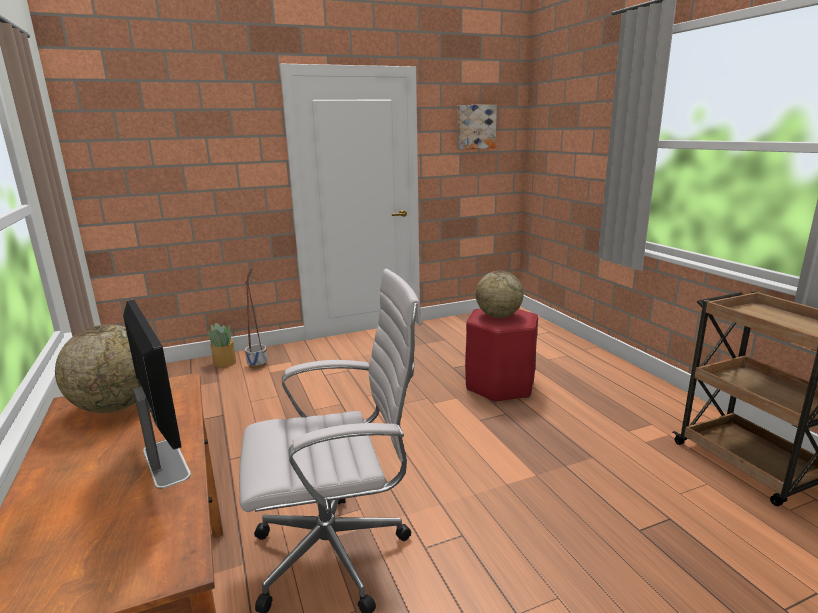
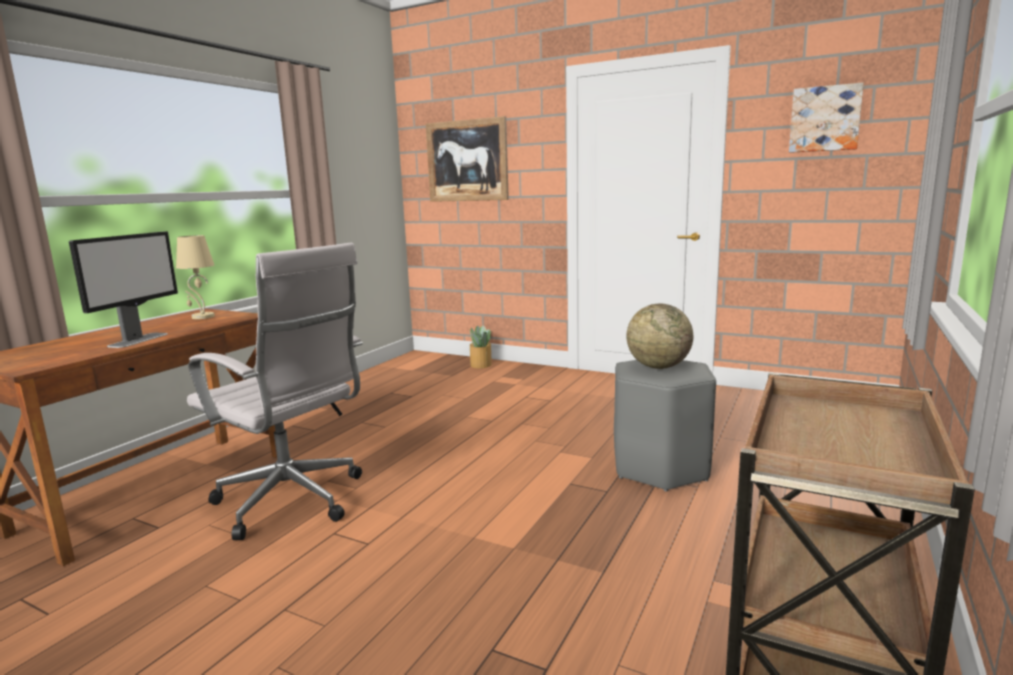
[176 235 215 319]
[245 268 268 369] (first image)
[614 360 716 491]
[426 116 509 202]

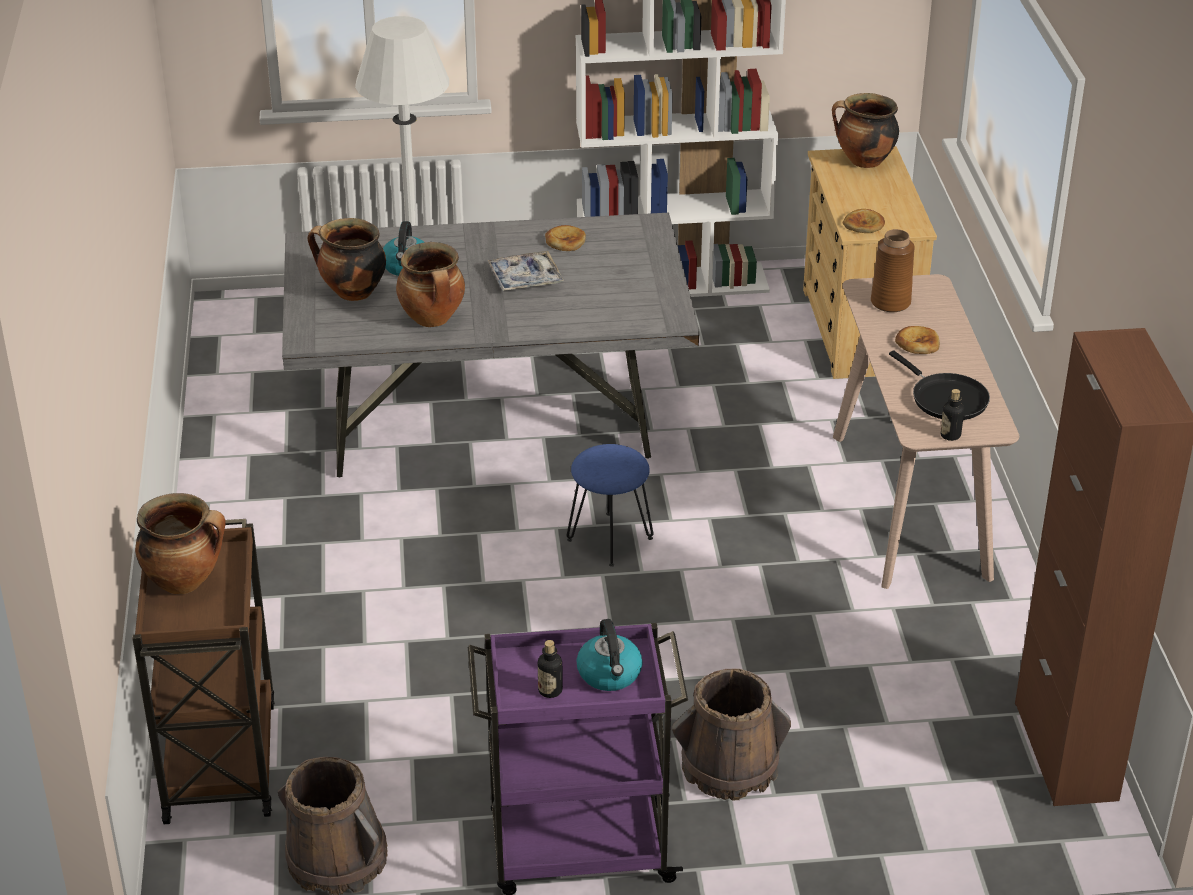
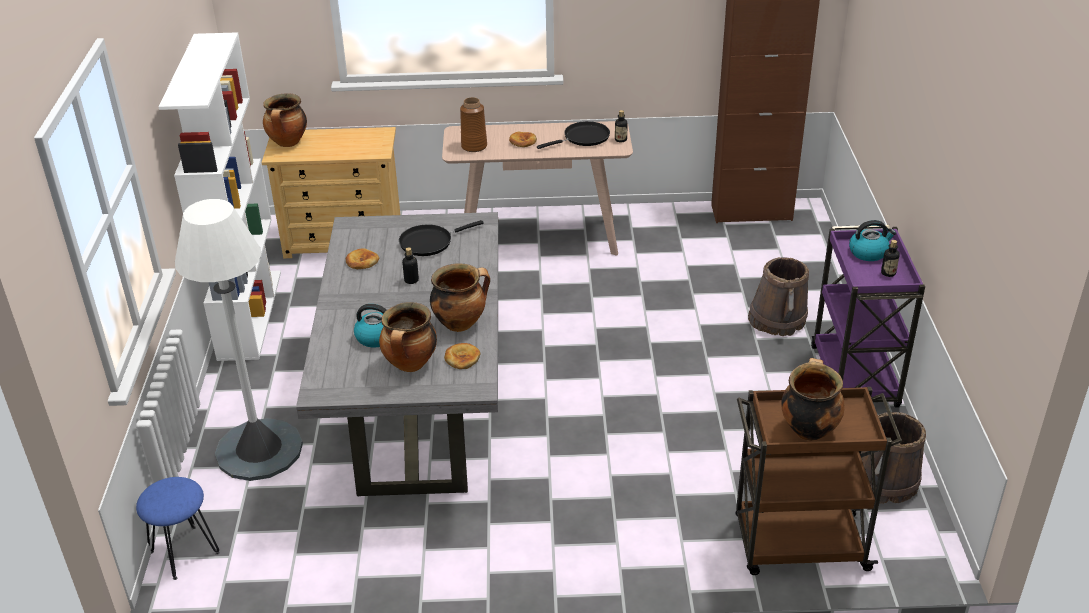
[402 247 419 284]
[136 477 220 580]
[444 343 480 369]
[399 220 484 256]

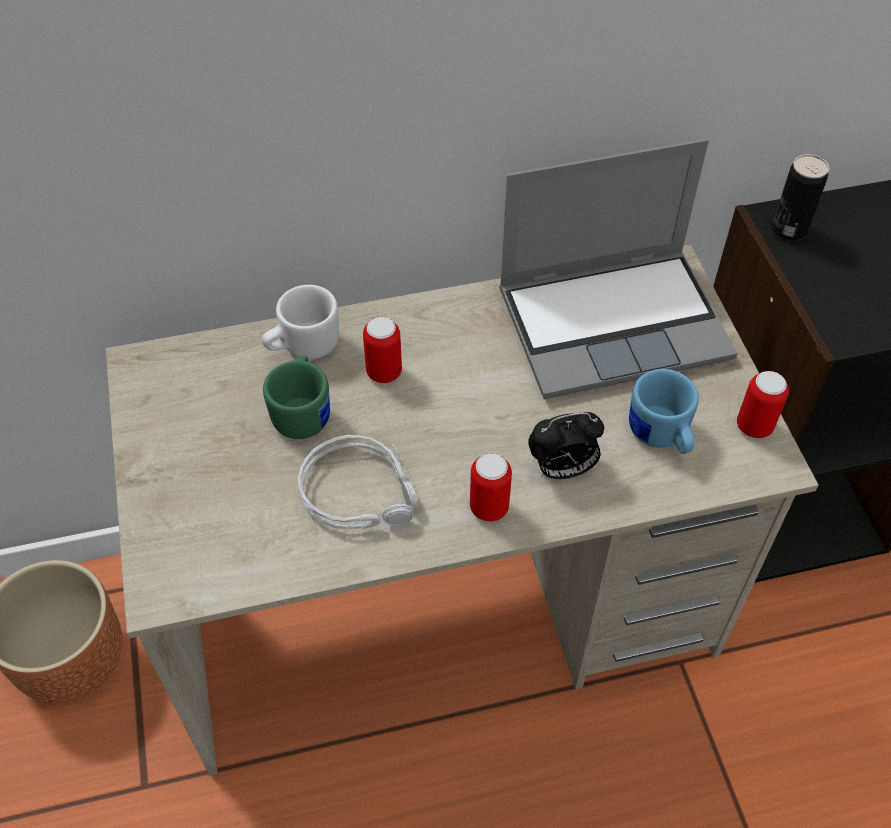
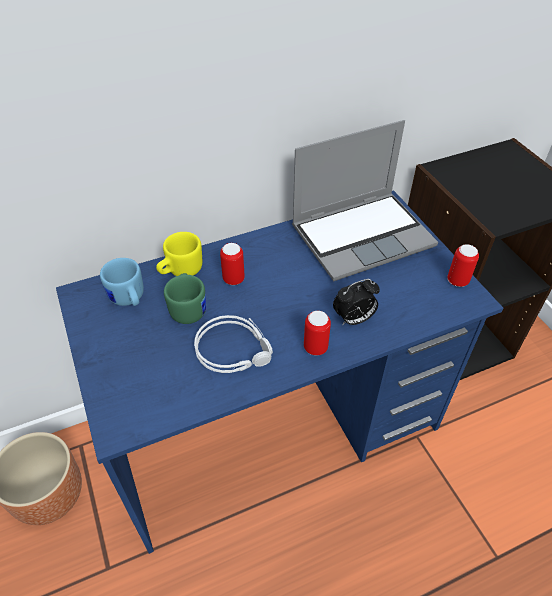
[56 190 503 554]
[156 232 202 276]
[100 258 144 306]
[772 154 829 241] (first image)

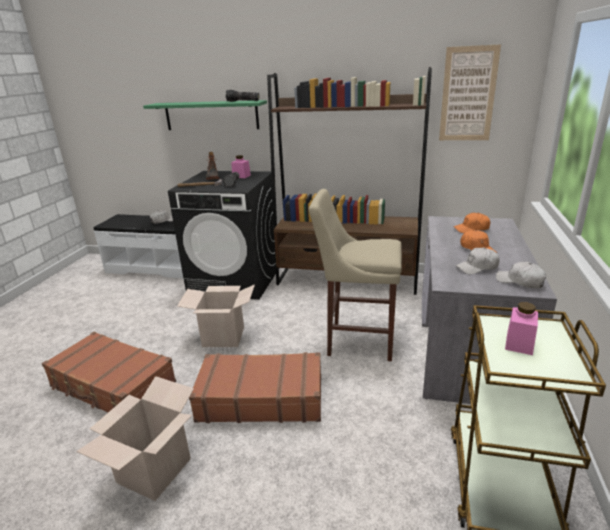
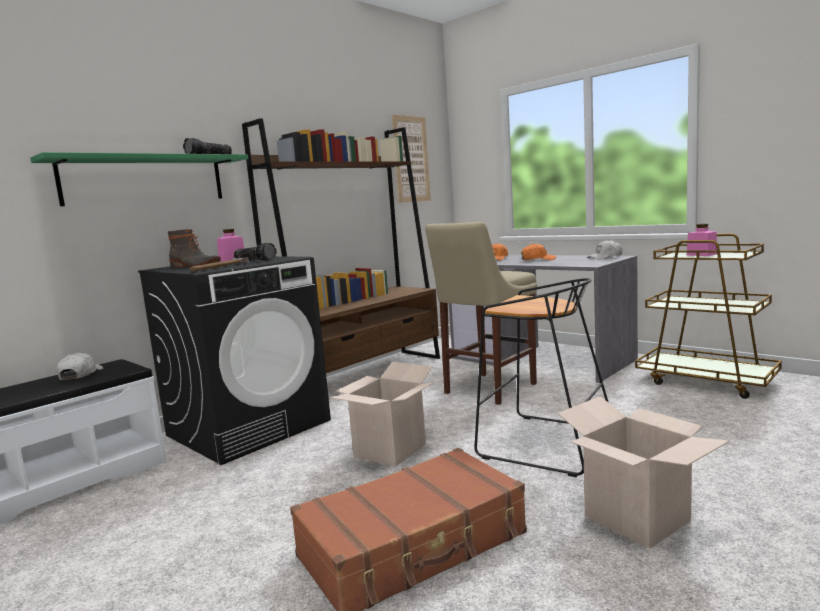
[474 278 609 477]
[456 248 500 274] (first image)

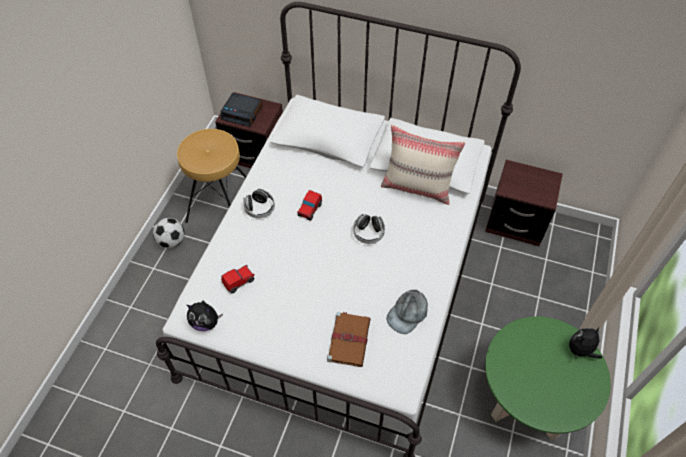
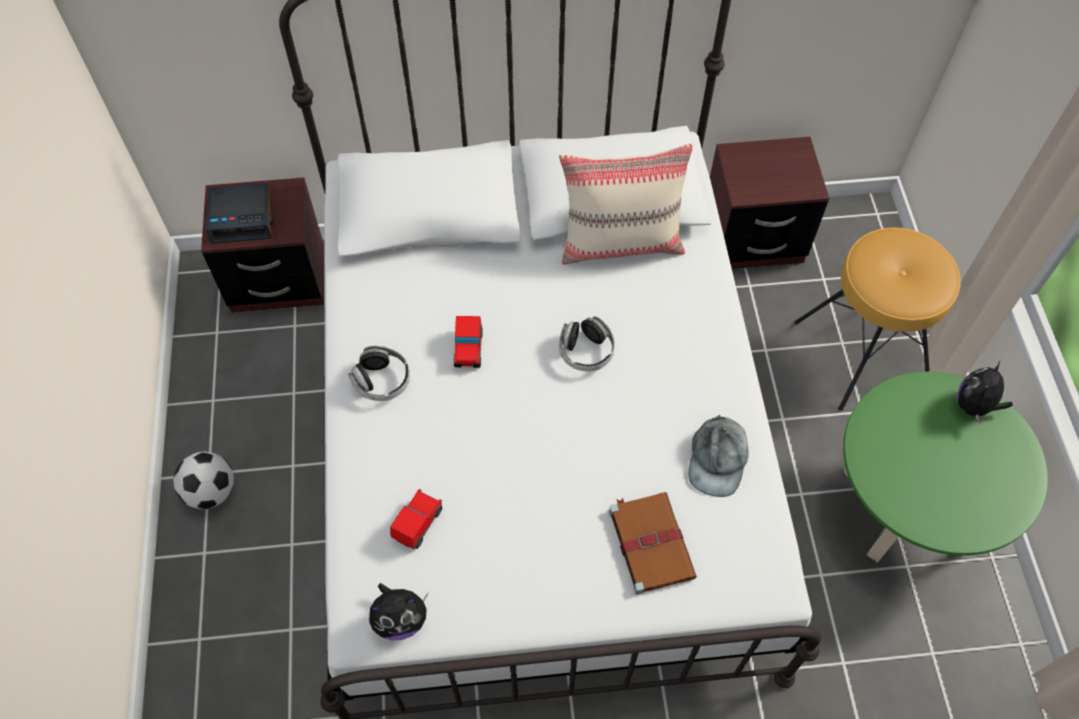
[795 228 961 411]

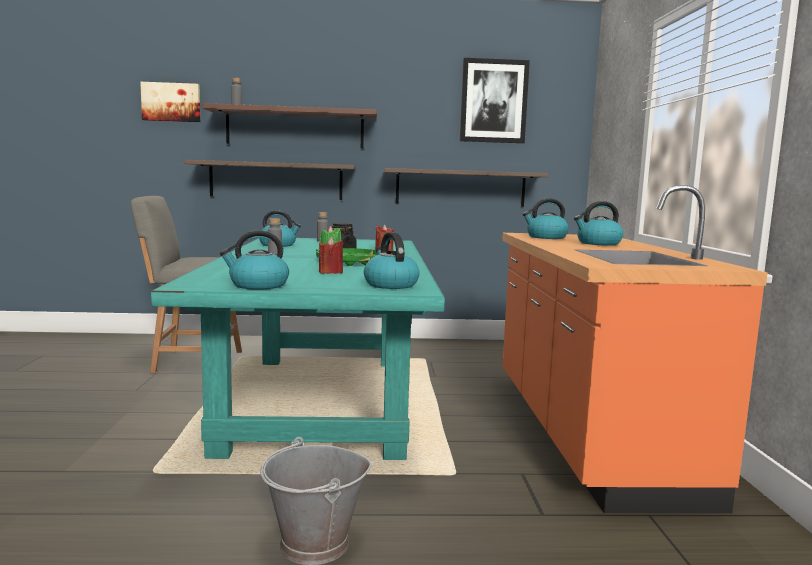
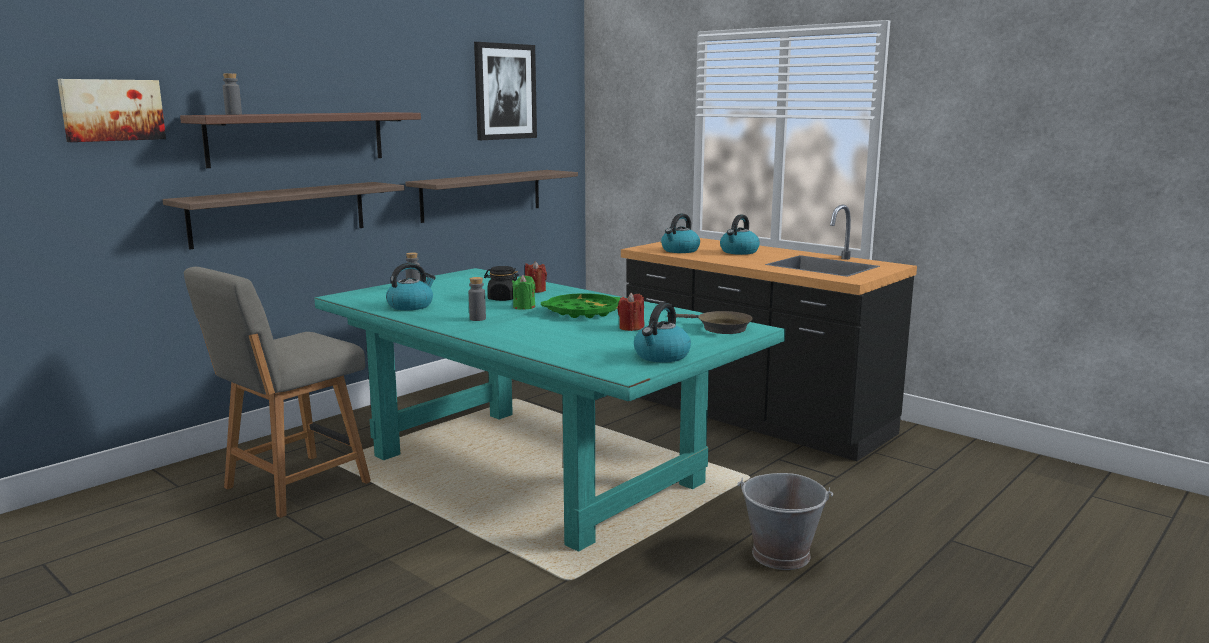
[667 311 753 334]
[621 204 917 461]

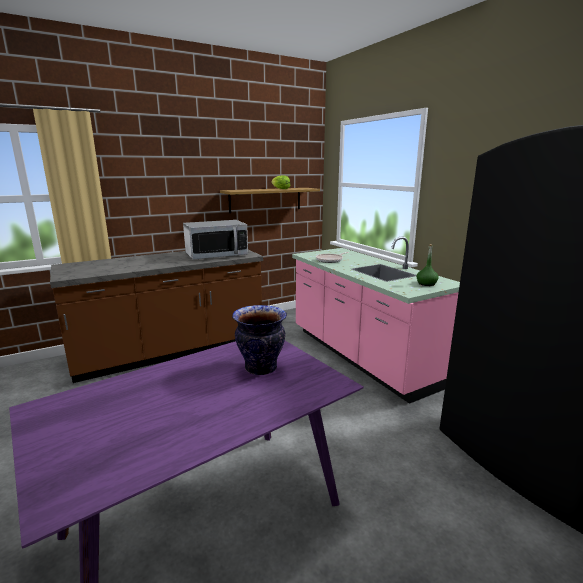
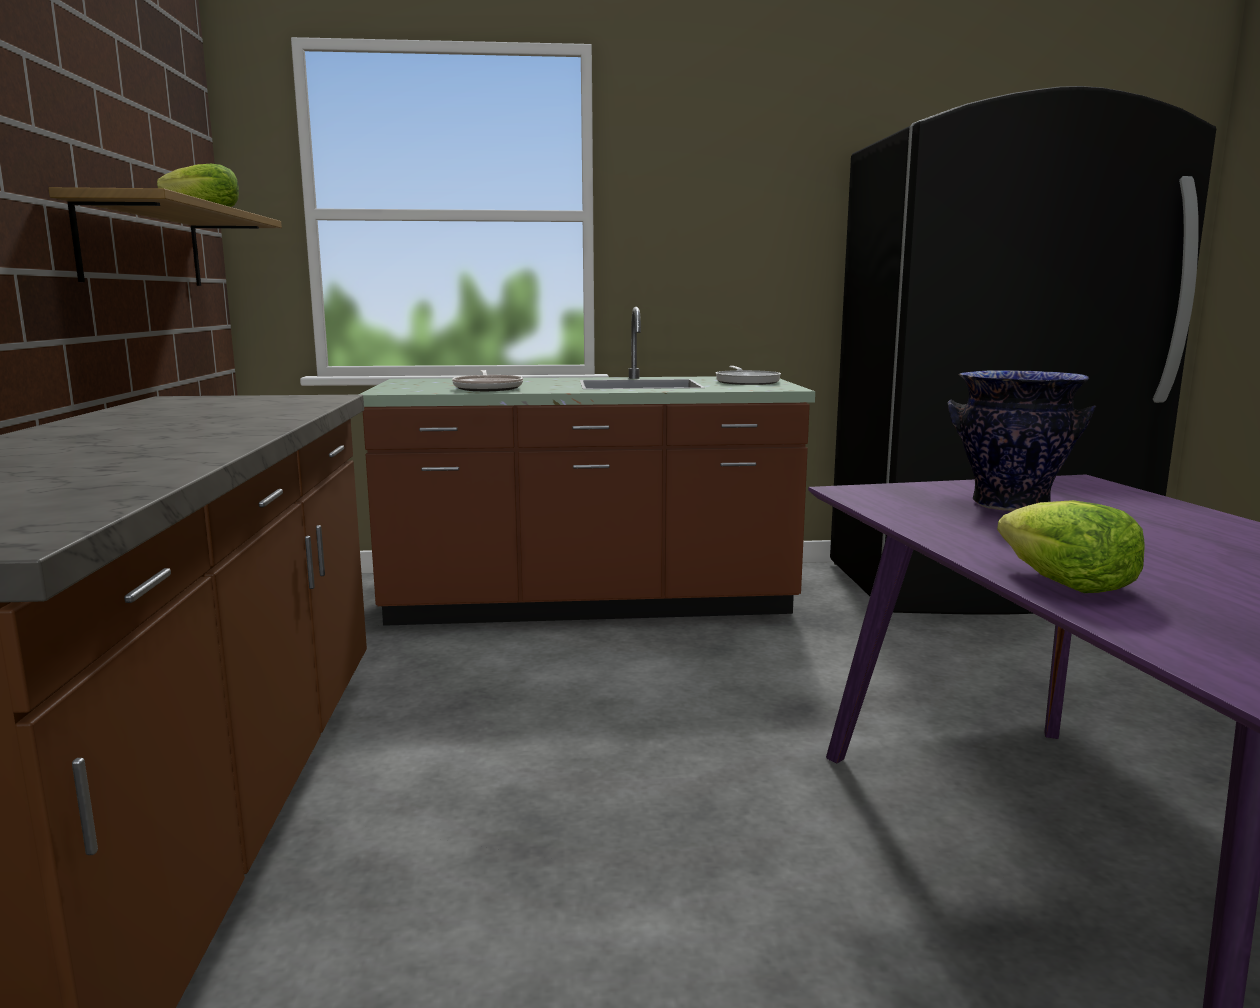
[183 220 248 260] (first image)
[358 307 815 626]
[715 366 781 385]
[997 500 1145 593]

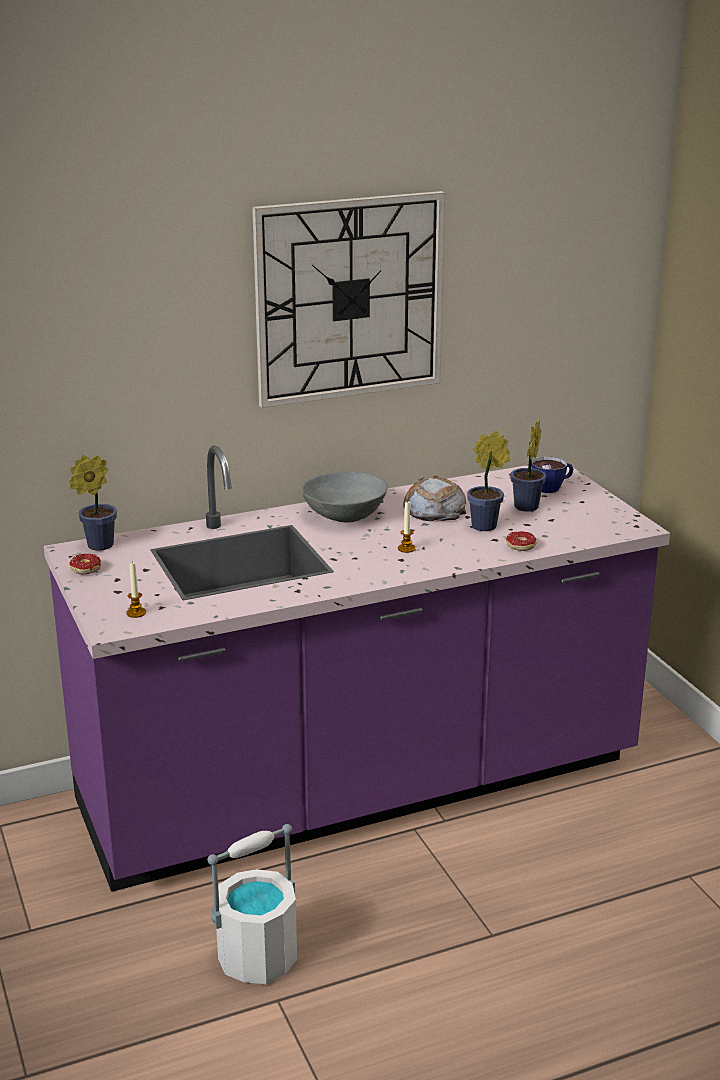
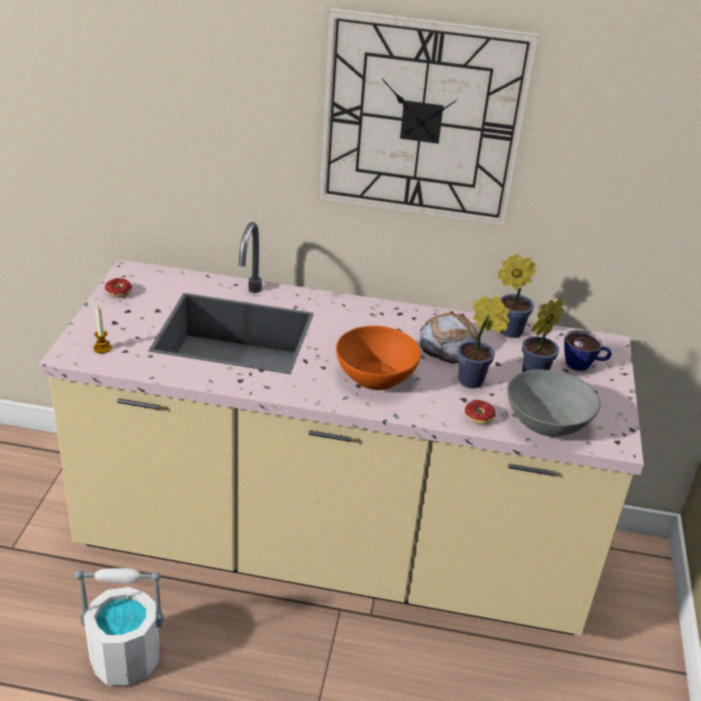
[38 222 644 635]
[498 254 537 338]
[507 369 601 436]
[336 326 421 390]

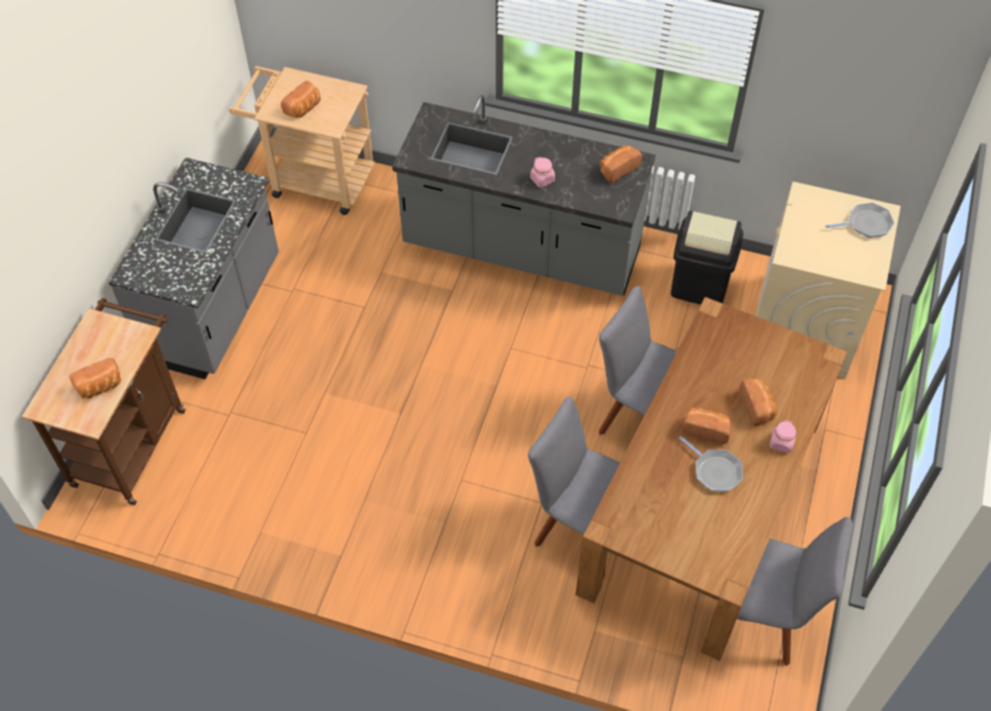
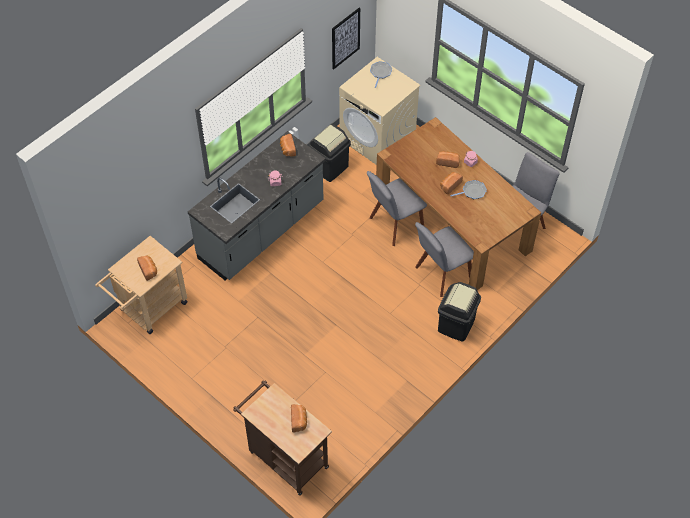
[108 157 279 379] (first image)
[332 8 360 70]
[438 282 481 342]

